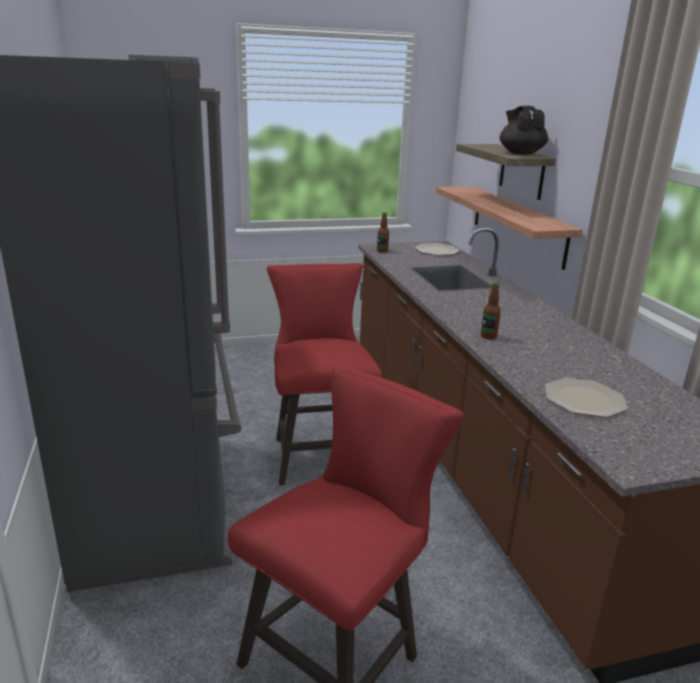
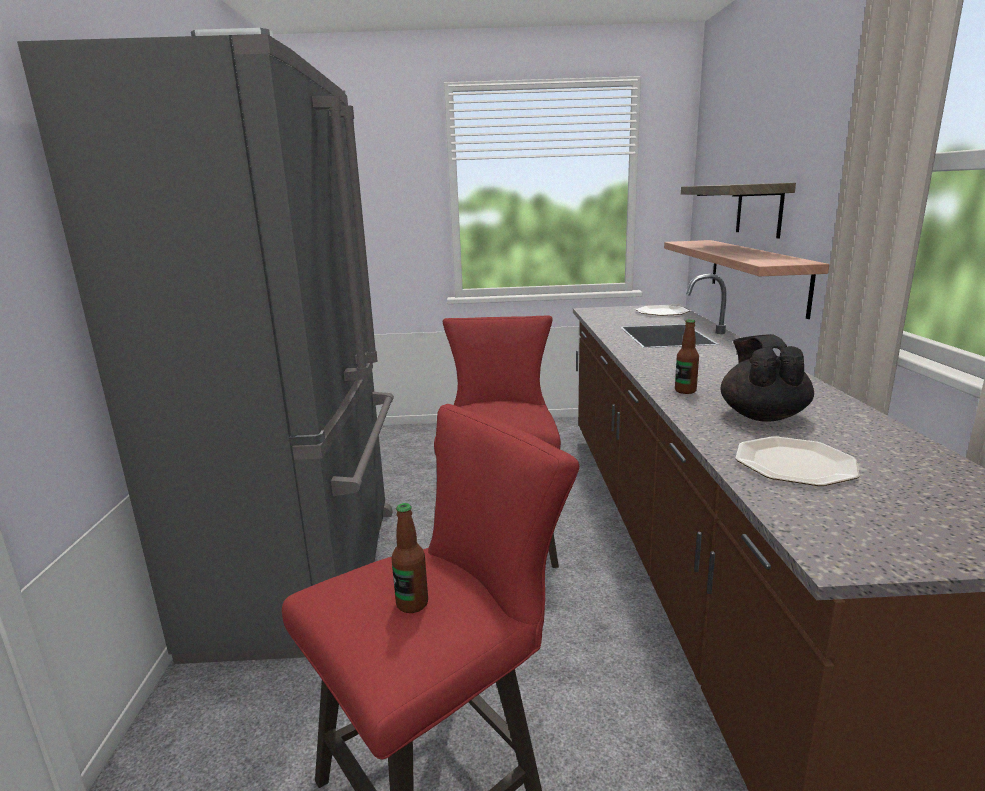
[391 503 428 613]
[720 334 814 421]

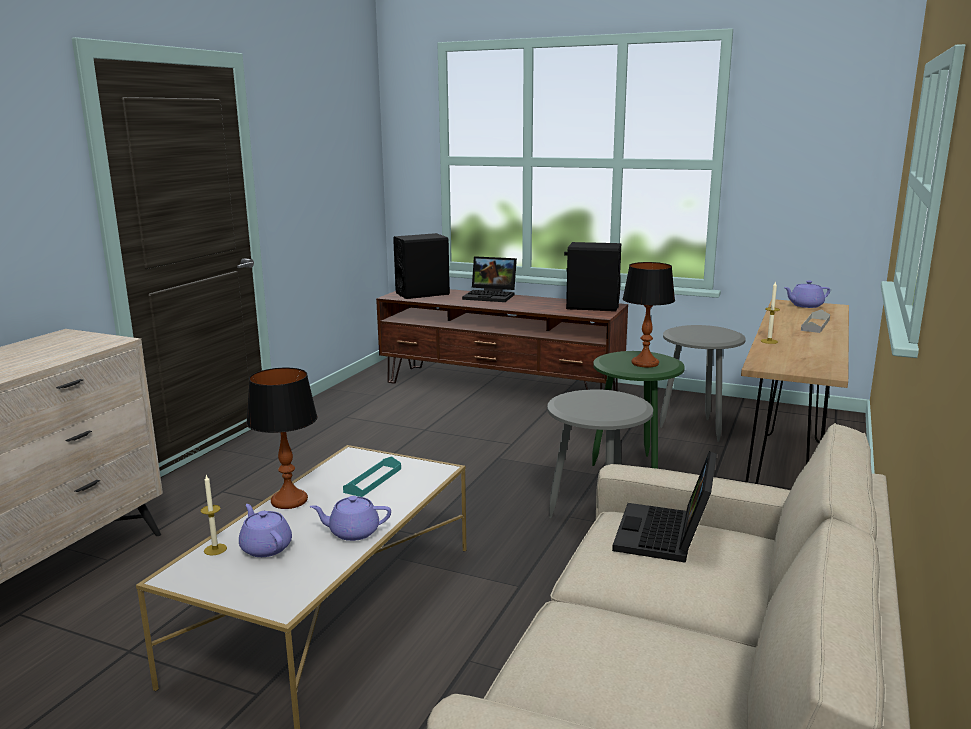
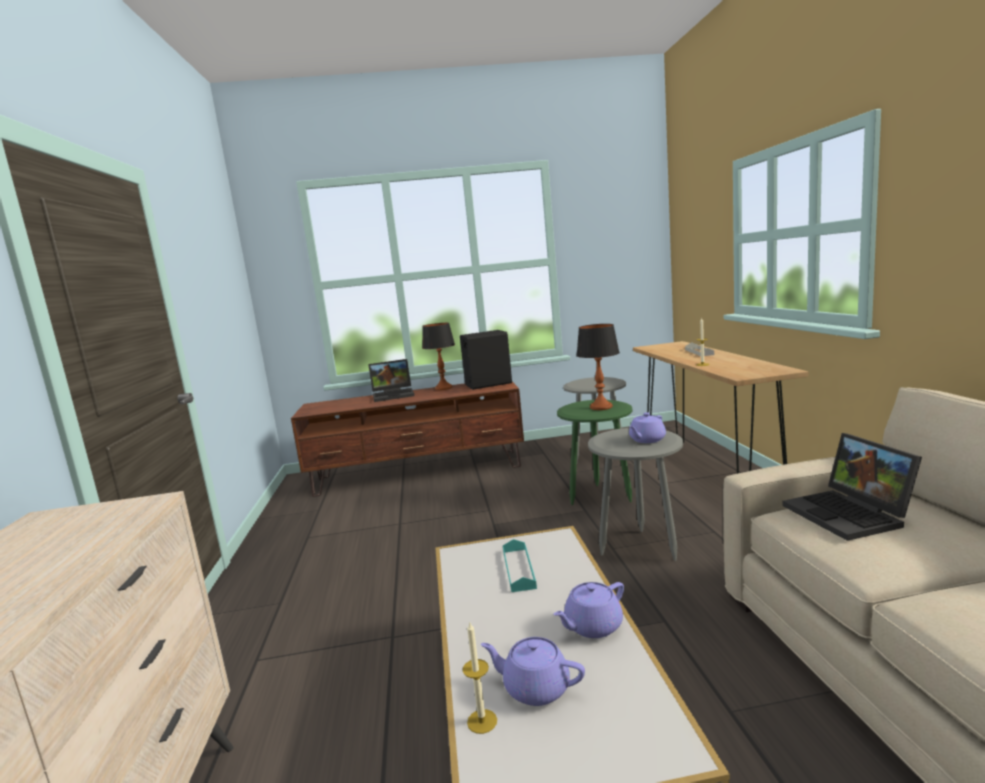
[422 323 455 390]
[393 233 450 299] (first image)
[629 412 666 443]

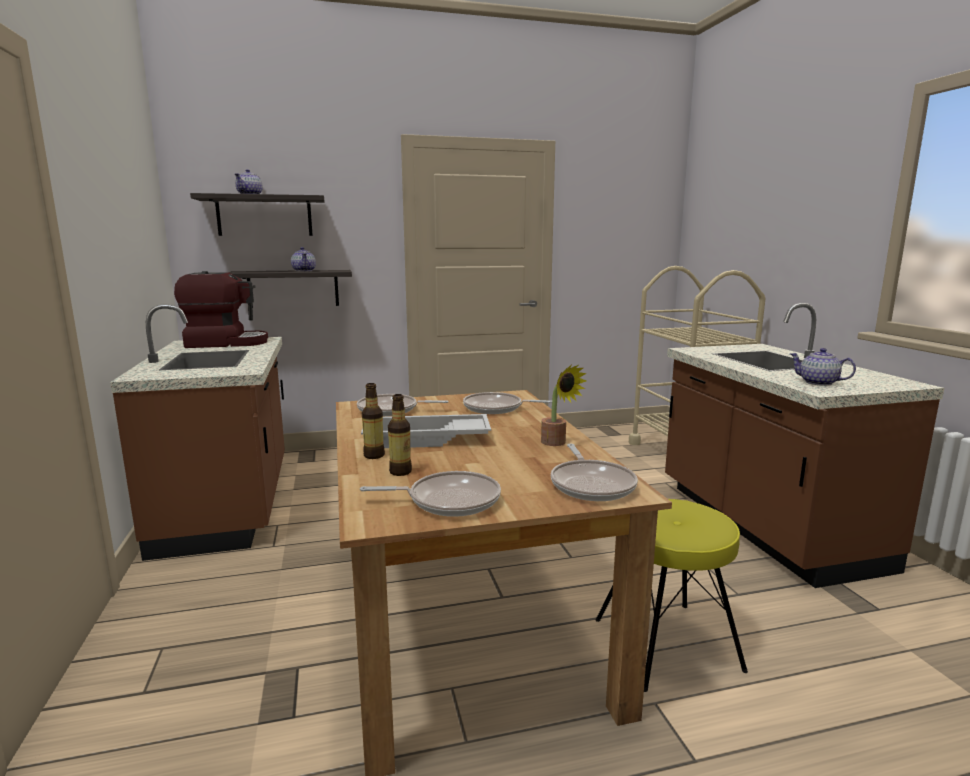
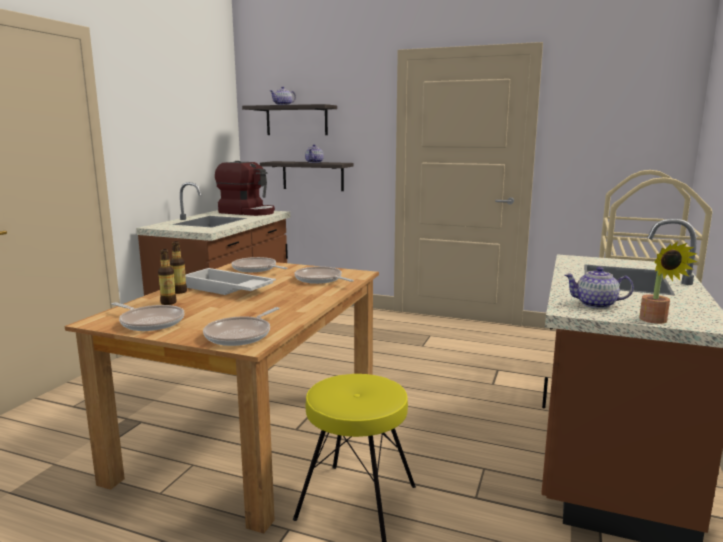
[639 242 698 324]
[564 267 634 309]

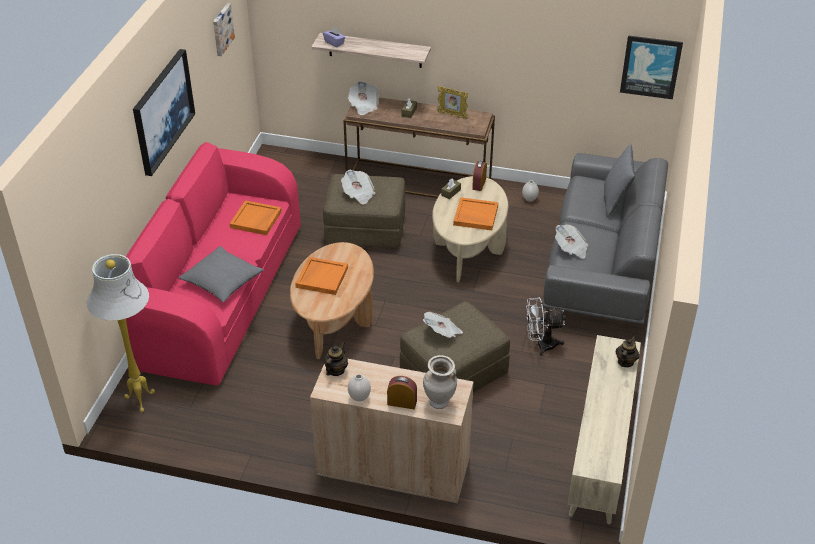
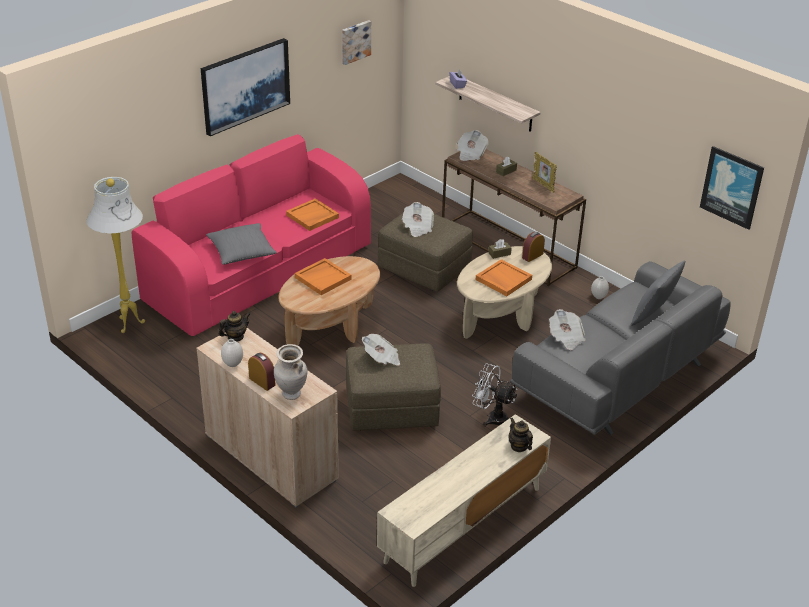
[509 417 533 452]

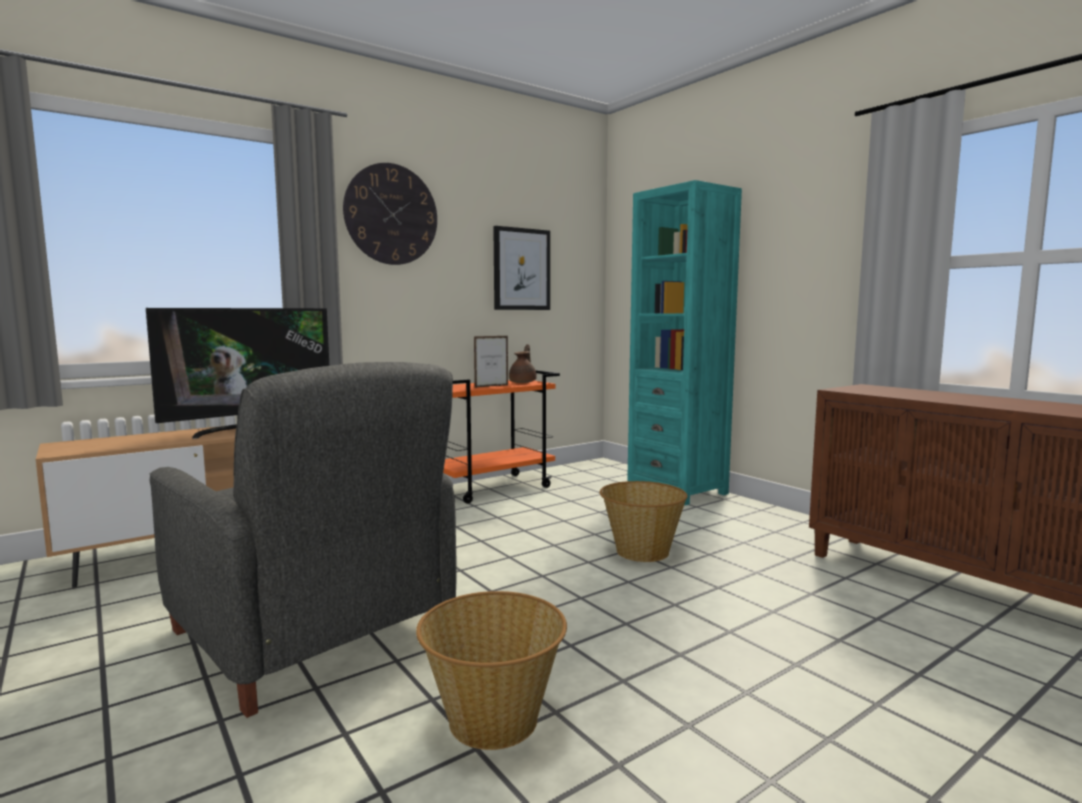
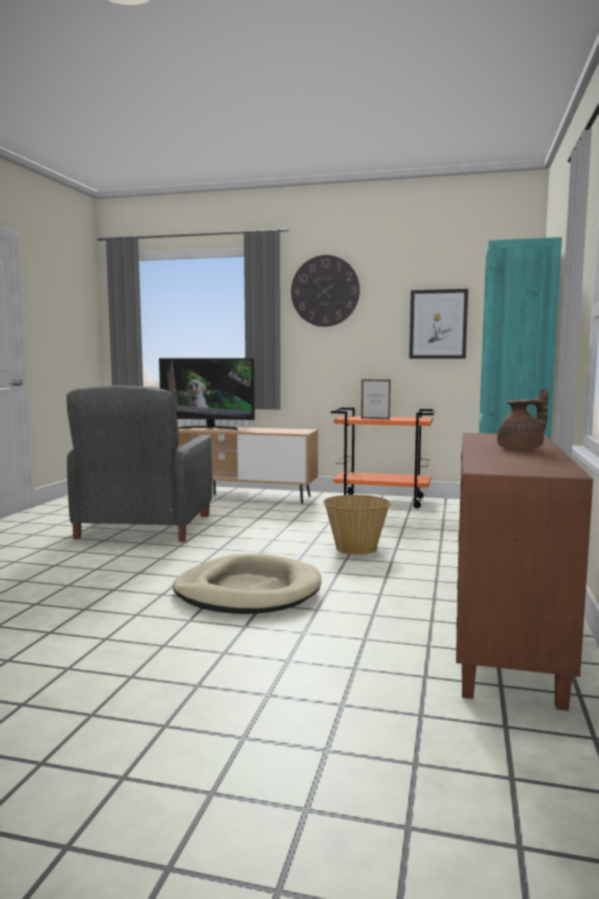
[416 591 567 750] (first image)
[497 388 548 450]
[172 553 321 614]

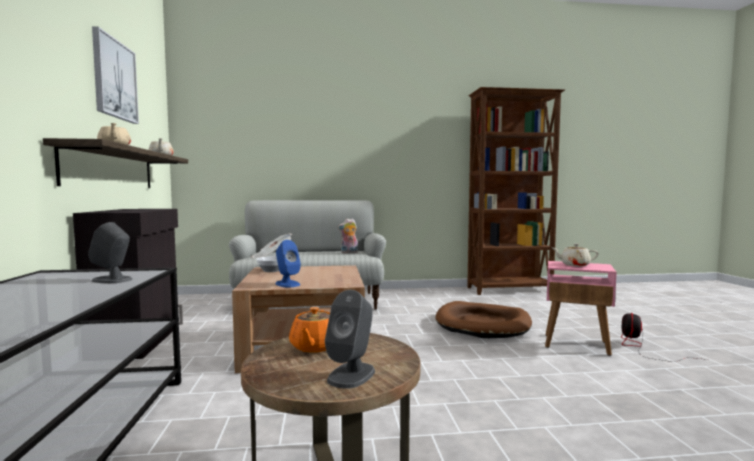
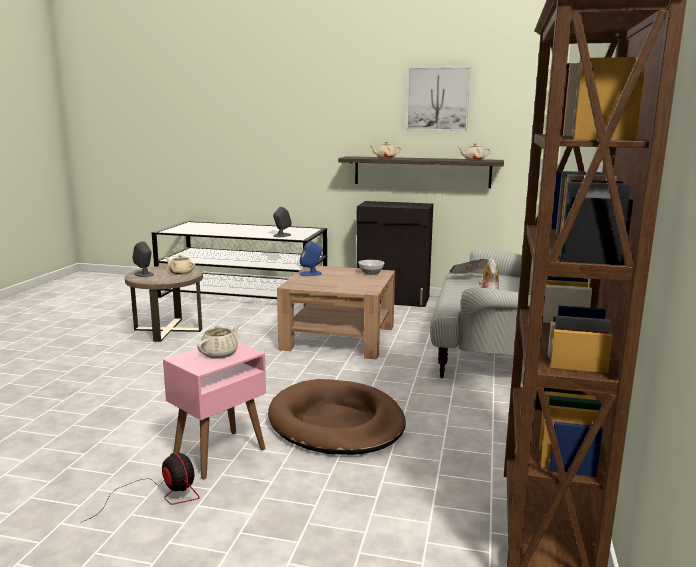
[165 255 195 275]

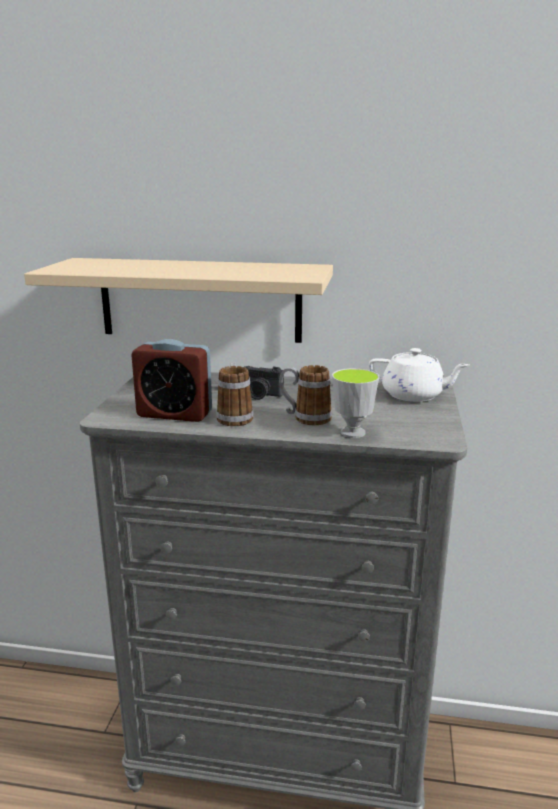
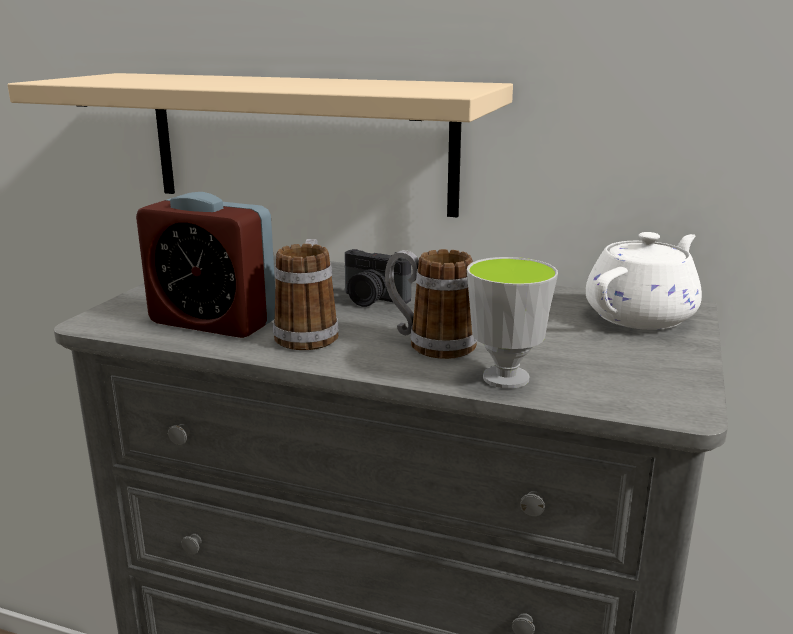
[585 232 702 330]

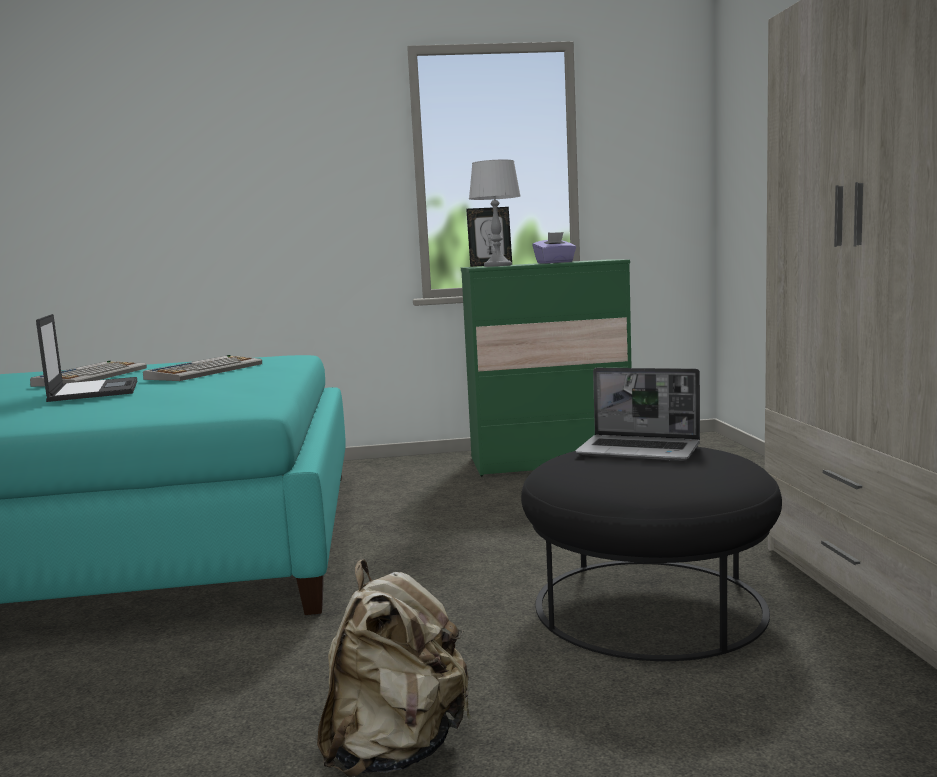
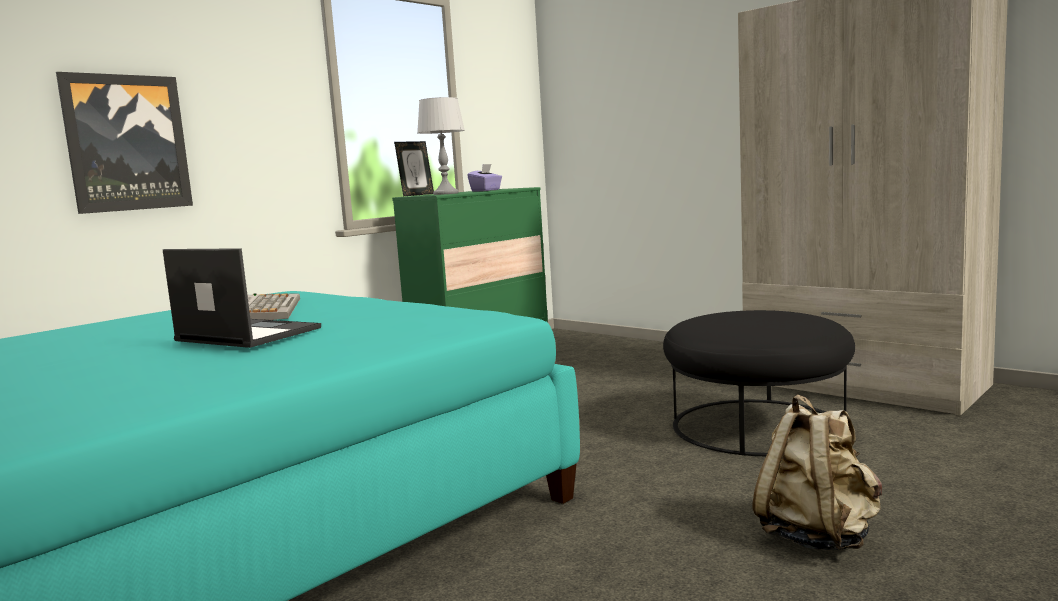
[30 361 147 387] (first image)
[575 368 700 461] (first image)
[56 72 193 214]

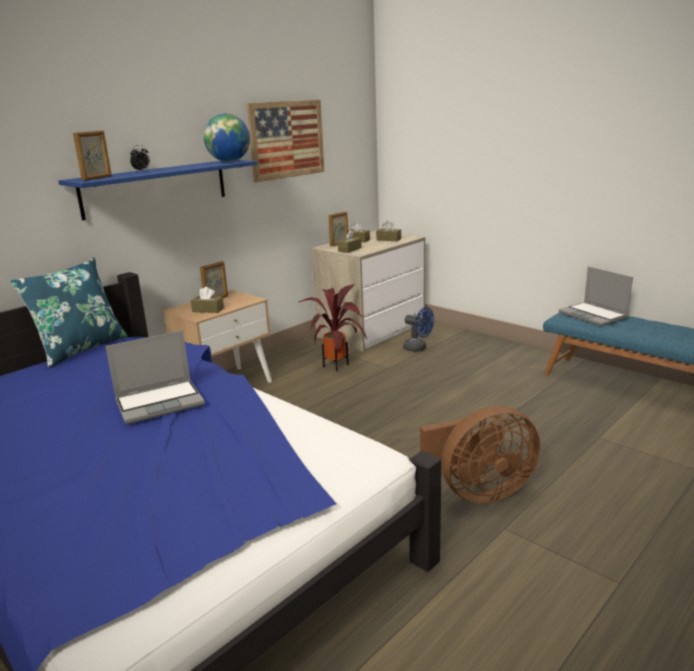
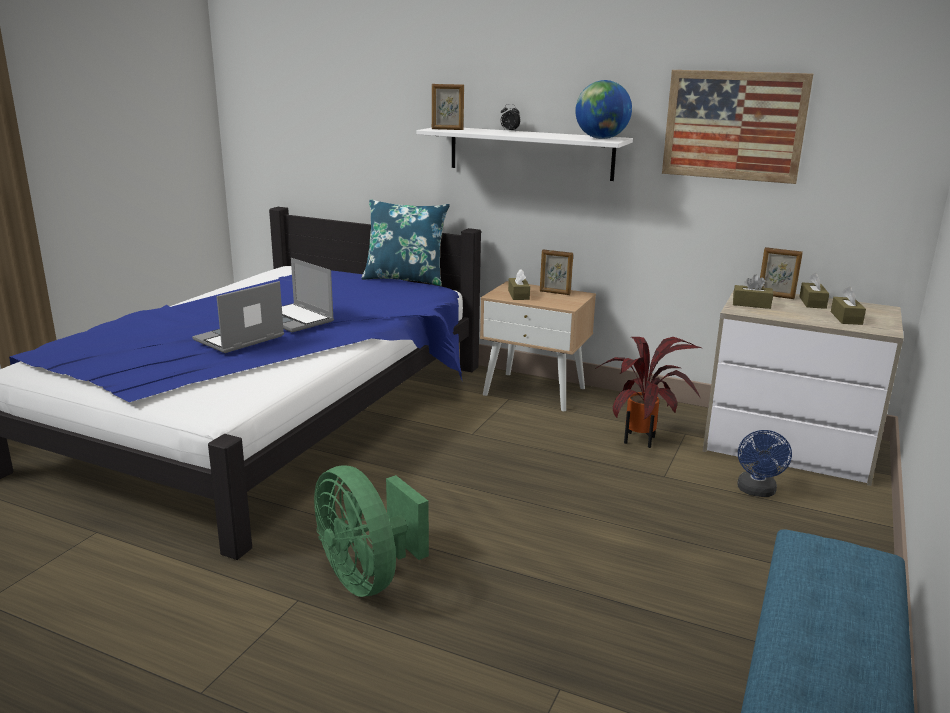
[417 128 633 181]
[314 465 429 597]
[192 281 284 353]

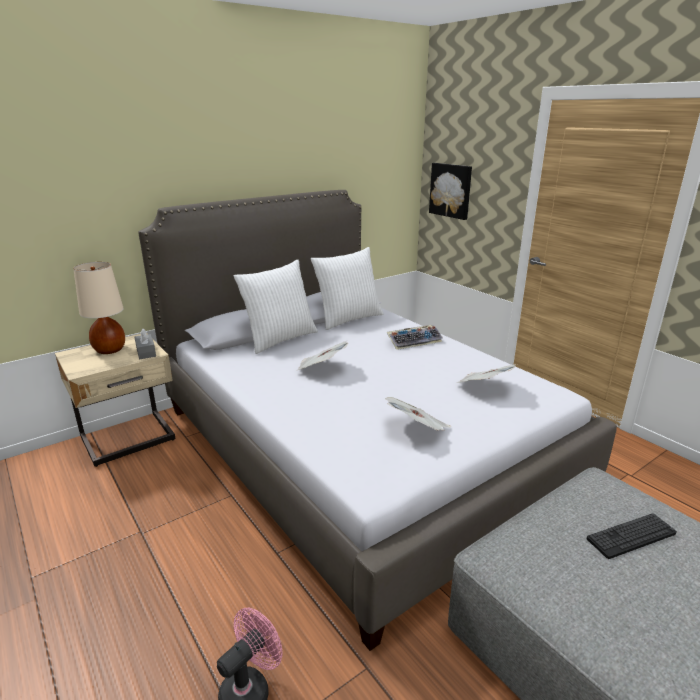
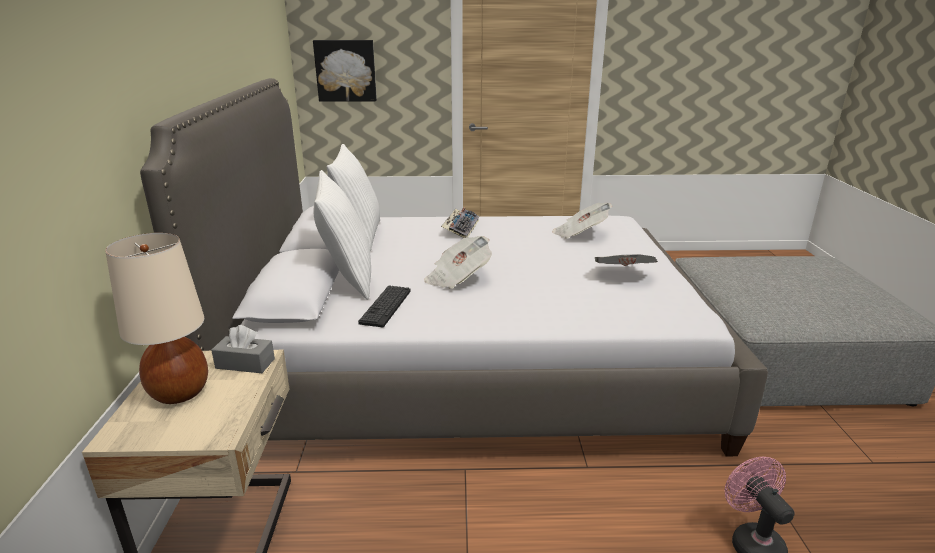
[358 286 411 327]

